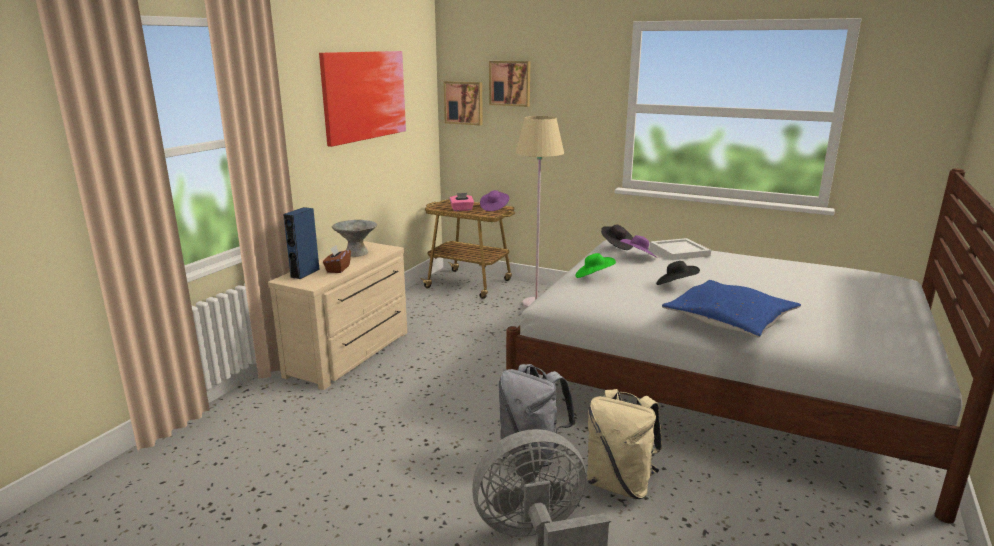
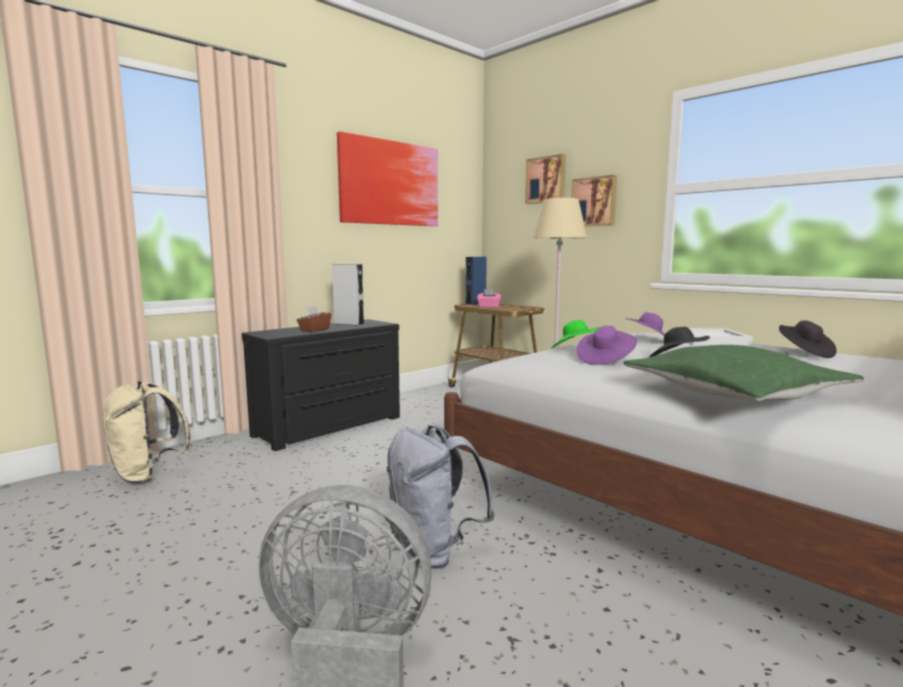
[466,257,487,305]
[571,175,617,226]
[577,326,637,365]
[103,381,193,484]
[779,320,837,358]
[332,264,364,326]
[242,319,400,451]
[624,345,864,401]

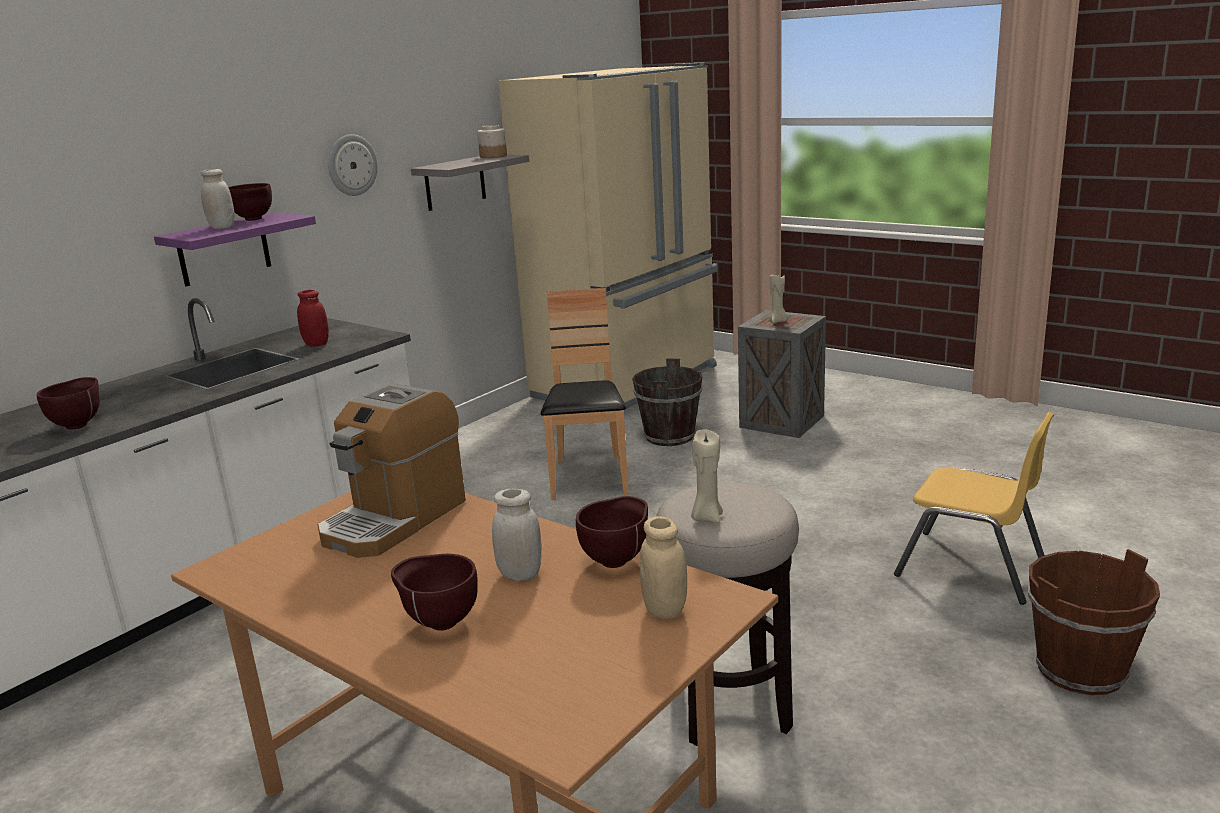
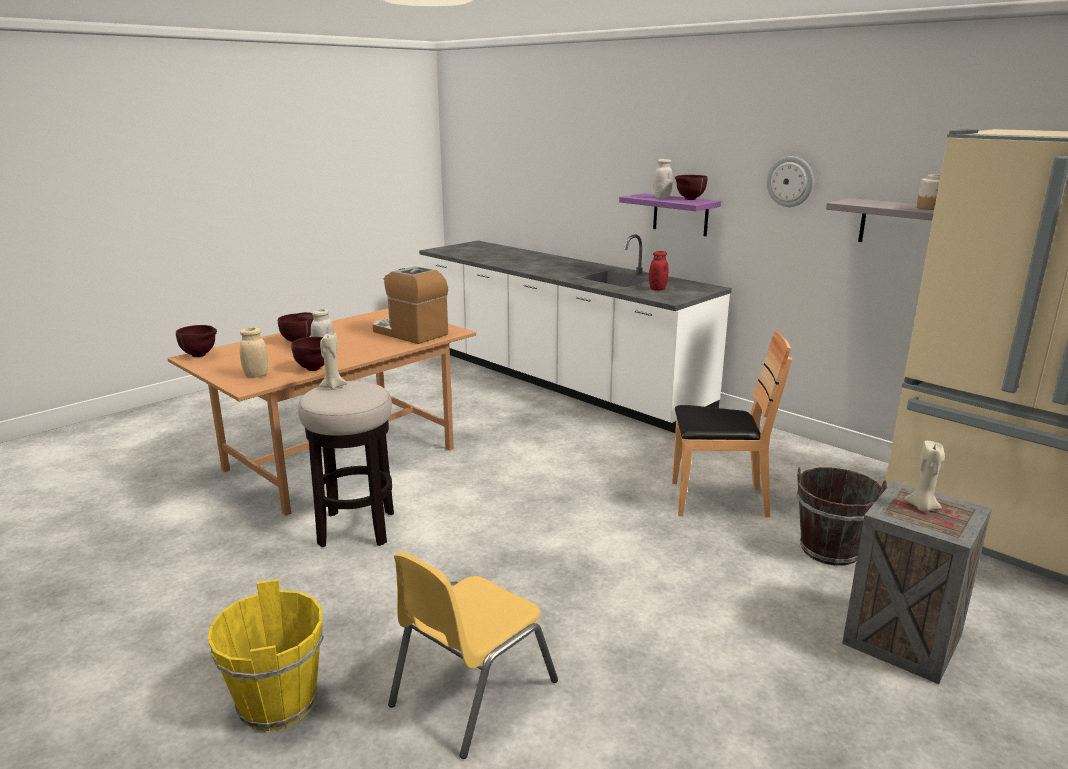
[176,325,217,357]
[207,579,324,731]

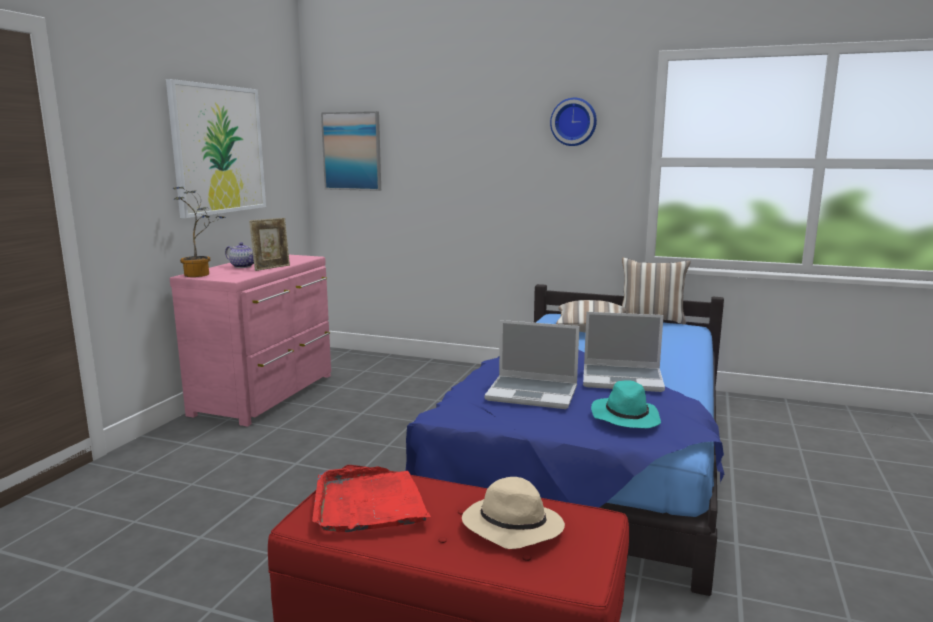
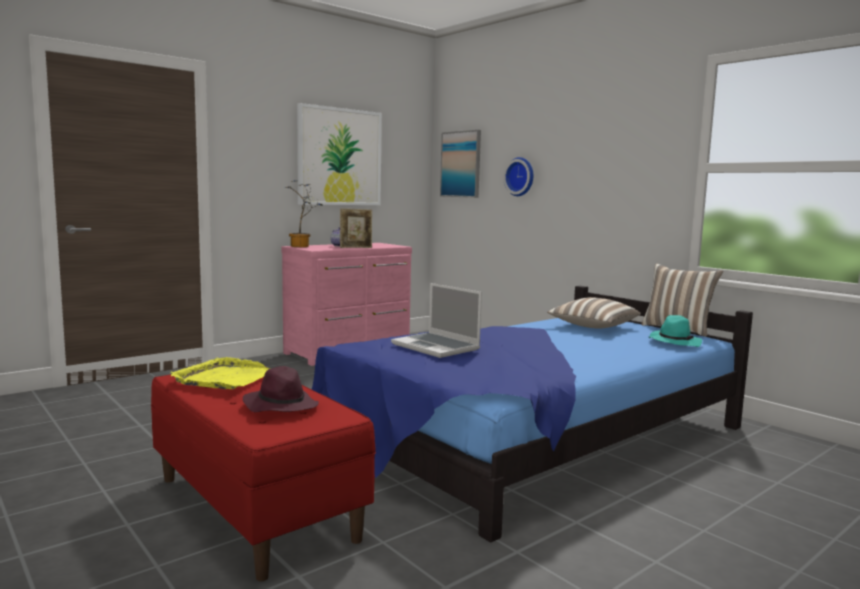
[583,312,665,392] (first image)
[503,157,533,196]
[648,315,702,347]
[171,357,270,389]
[243,366,319,412]

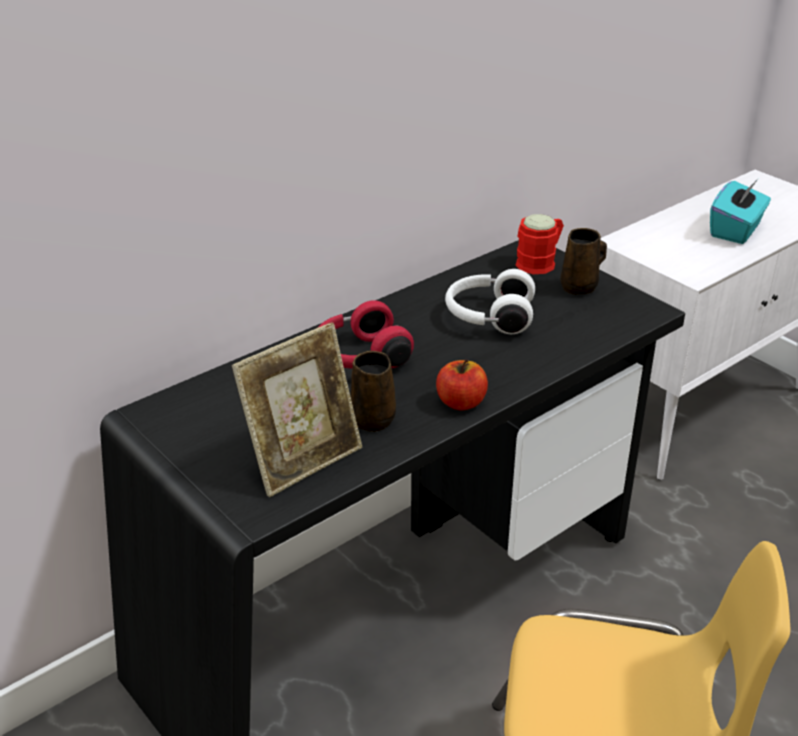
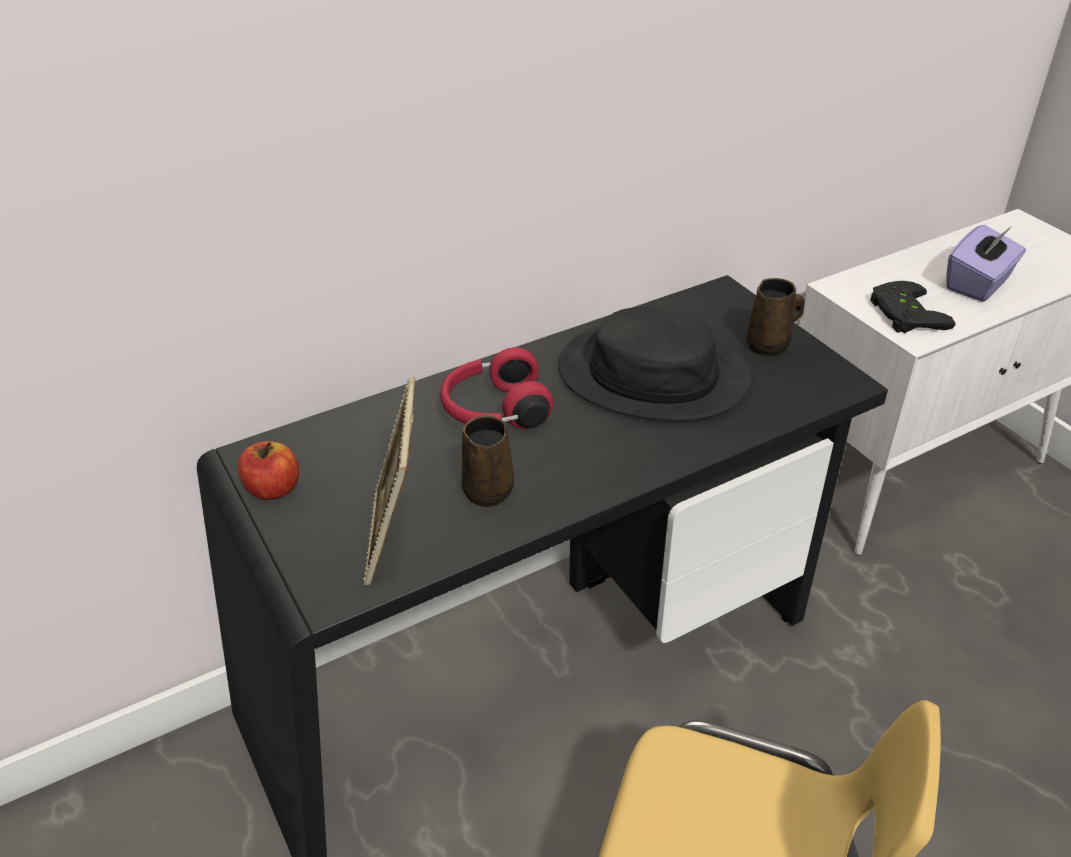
[515,214,564,274] (first image)
[870,281,955,333]
[238,441,299,500]
[558,307,751,421]
[946,225,1026,302]
[363,376,416,585]

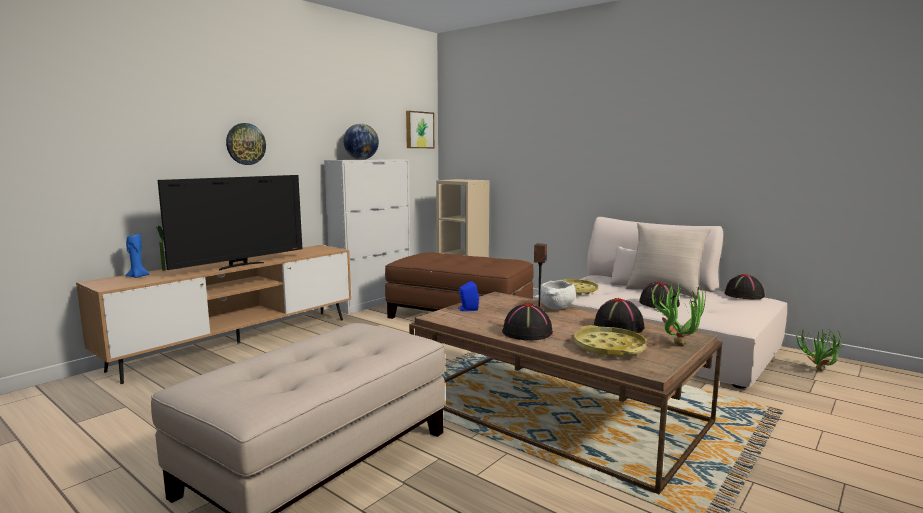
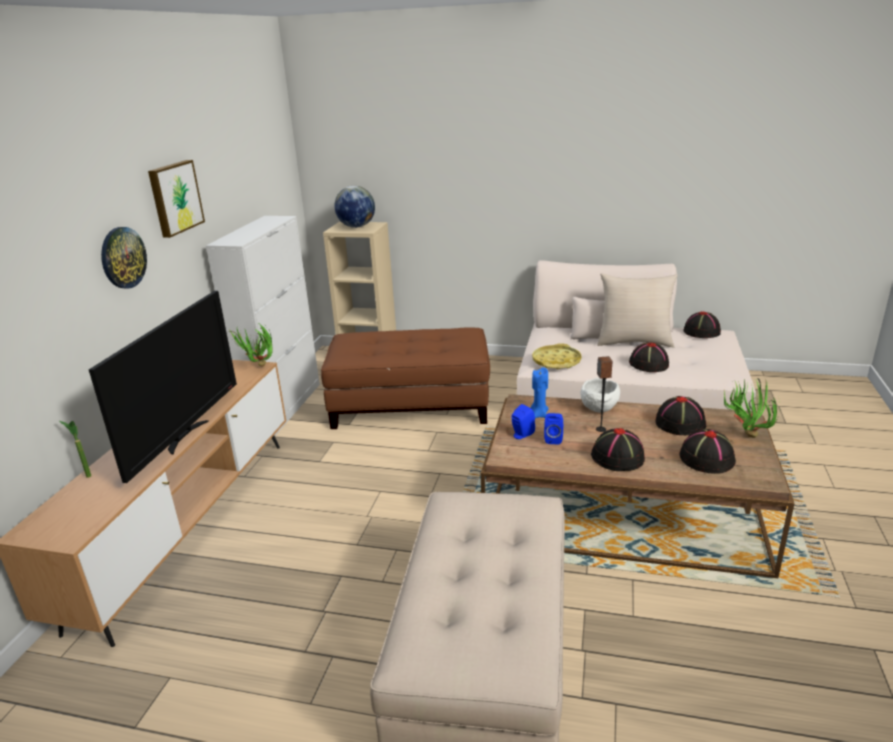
[544,413,563,445]
[530,367,549,418]
[334,186,375,228]
[148,160,205,238]
[228,323,273,366]
[679,429,736,474]

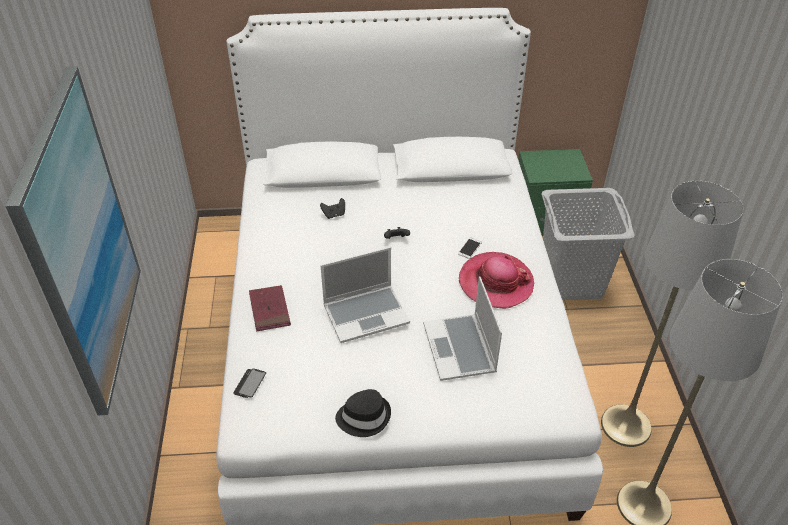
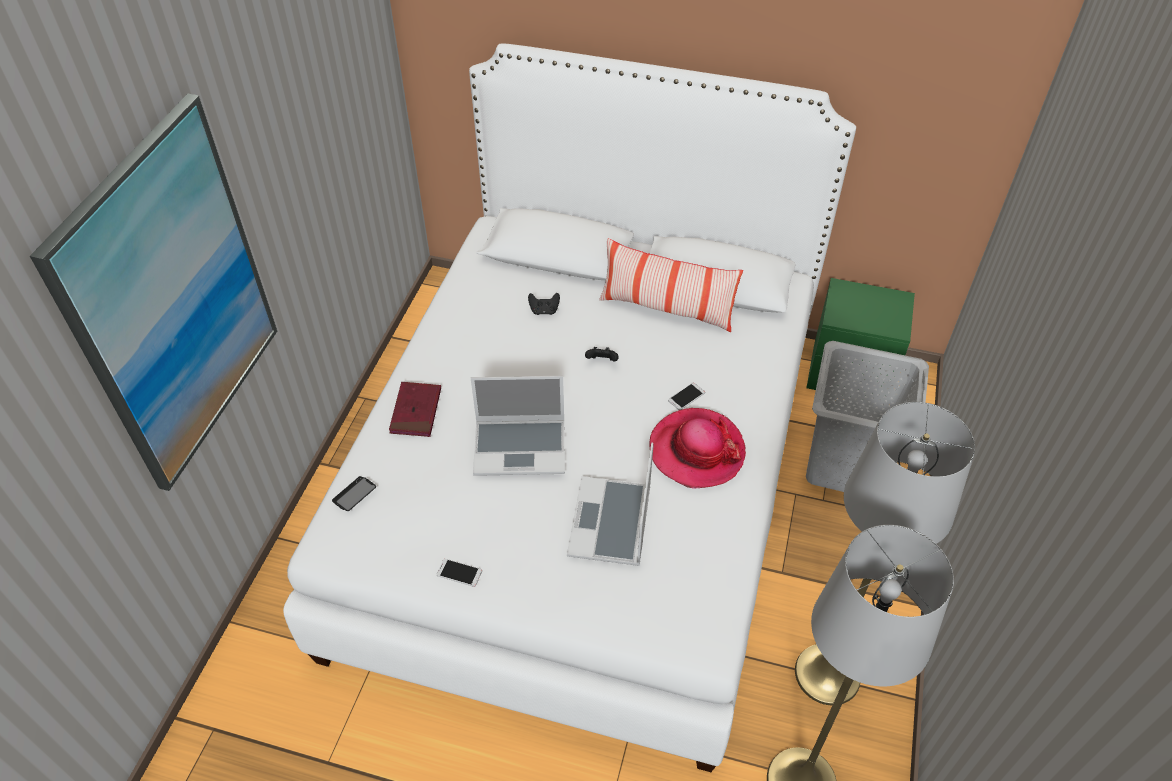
[599,238,743,332]
[437,559,482,587]

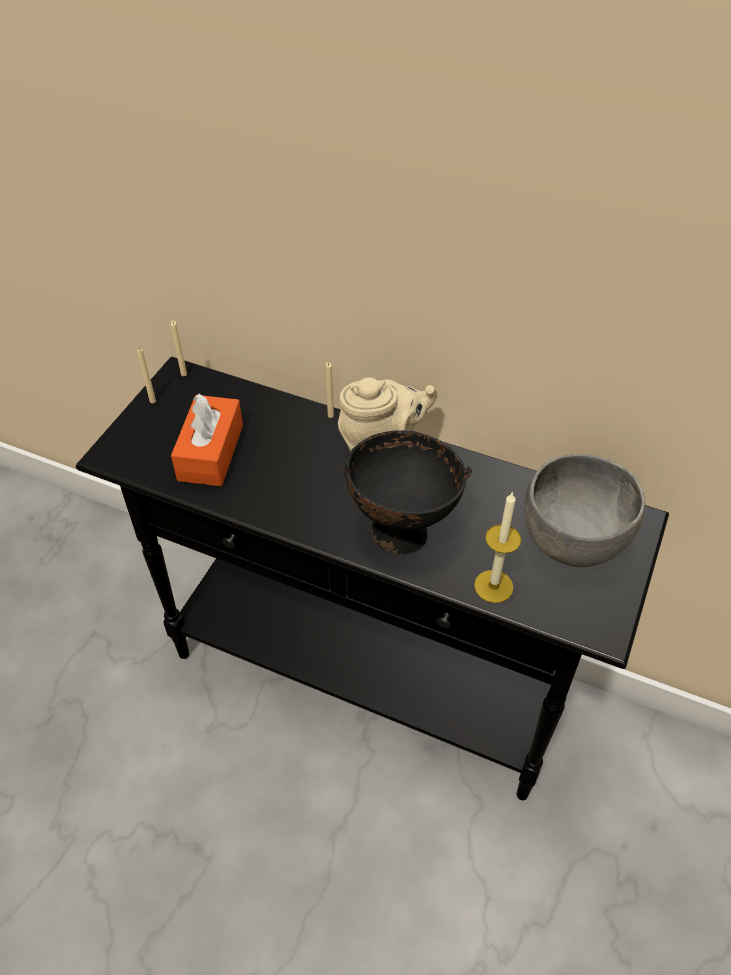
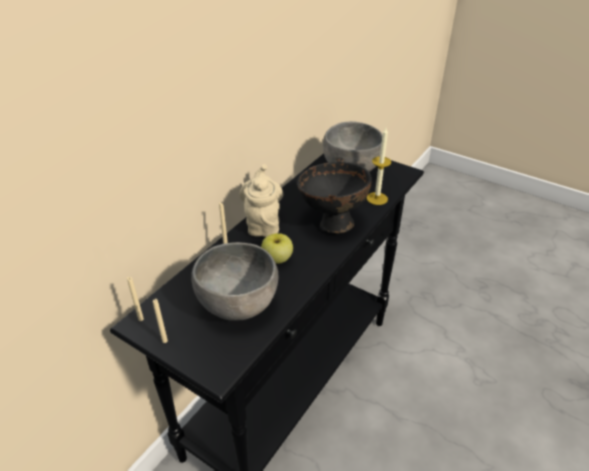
[261,233,293,264]
[191,242,278,321]

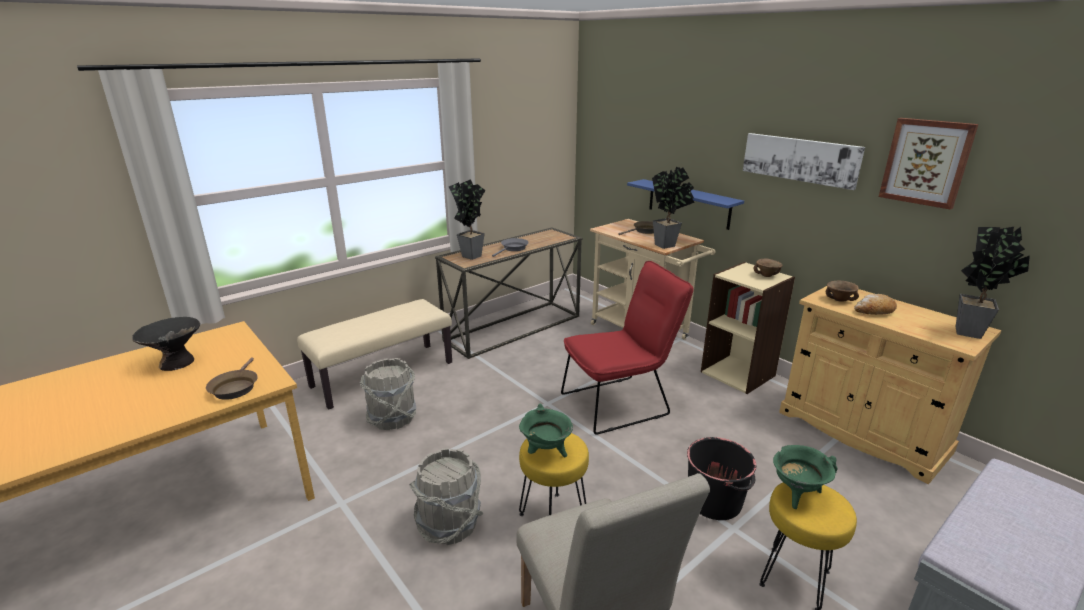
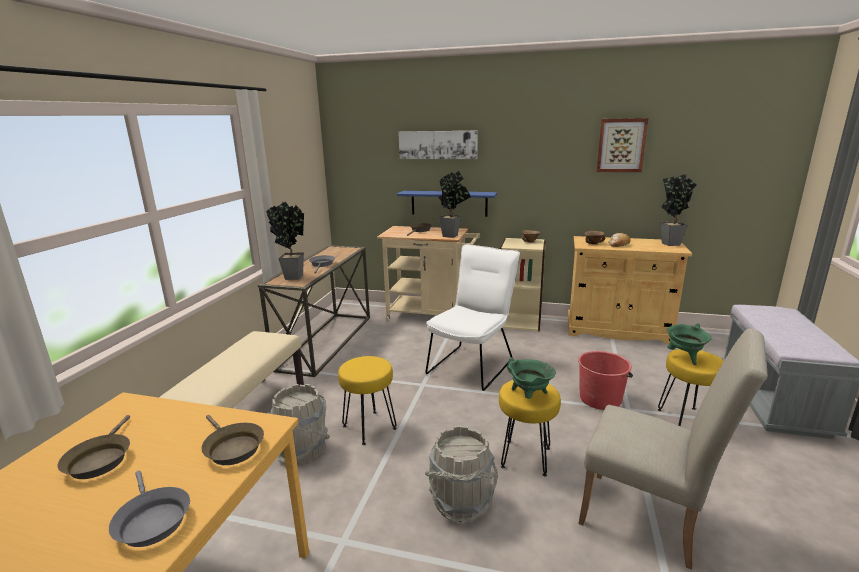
[109,471,190,547]
[338,356,397,445]
[398,131,478,159]
[58,415,130,479]
[425,244,520,391]
[578,351,633,410]

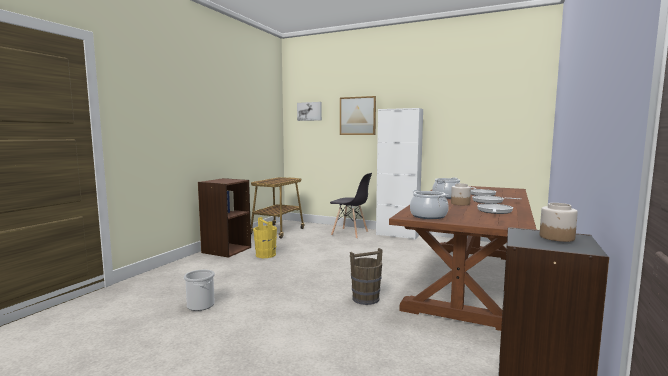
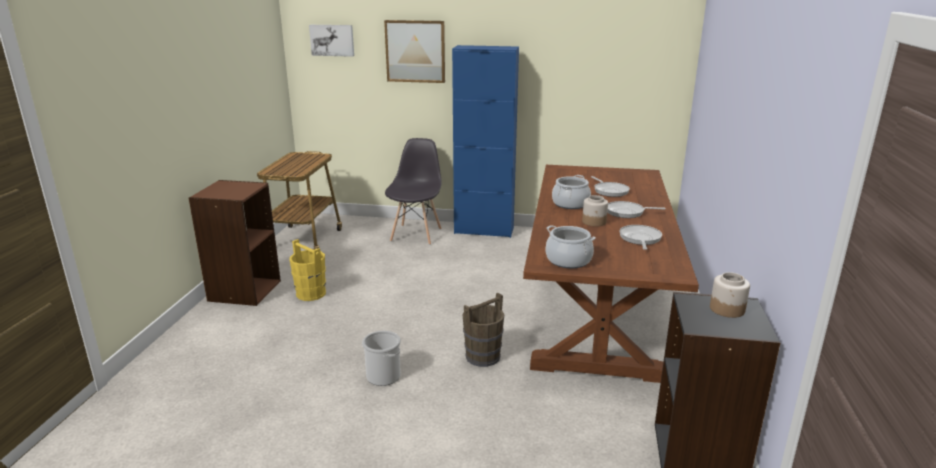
[362,331,401,386]
[452,45,519,238]
[385,138,442,245]

